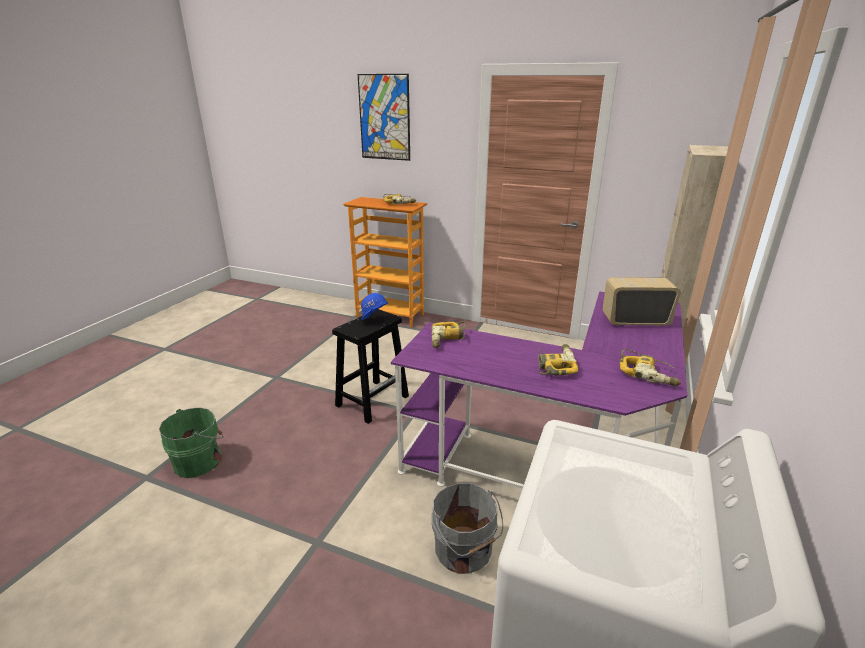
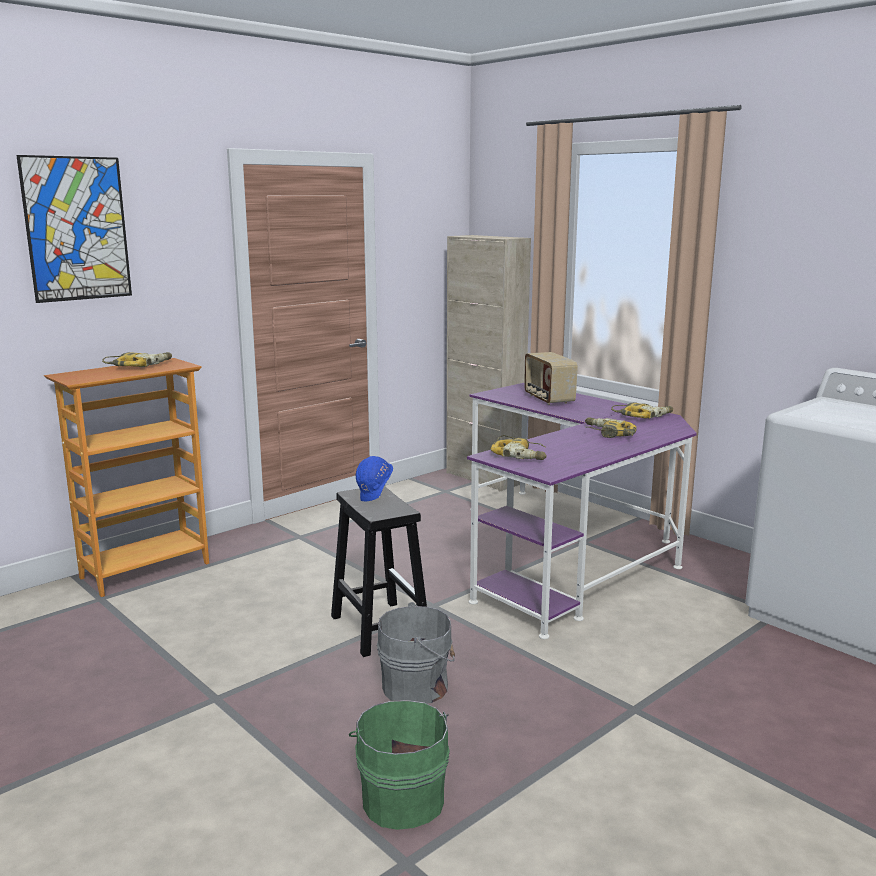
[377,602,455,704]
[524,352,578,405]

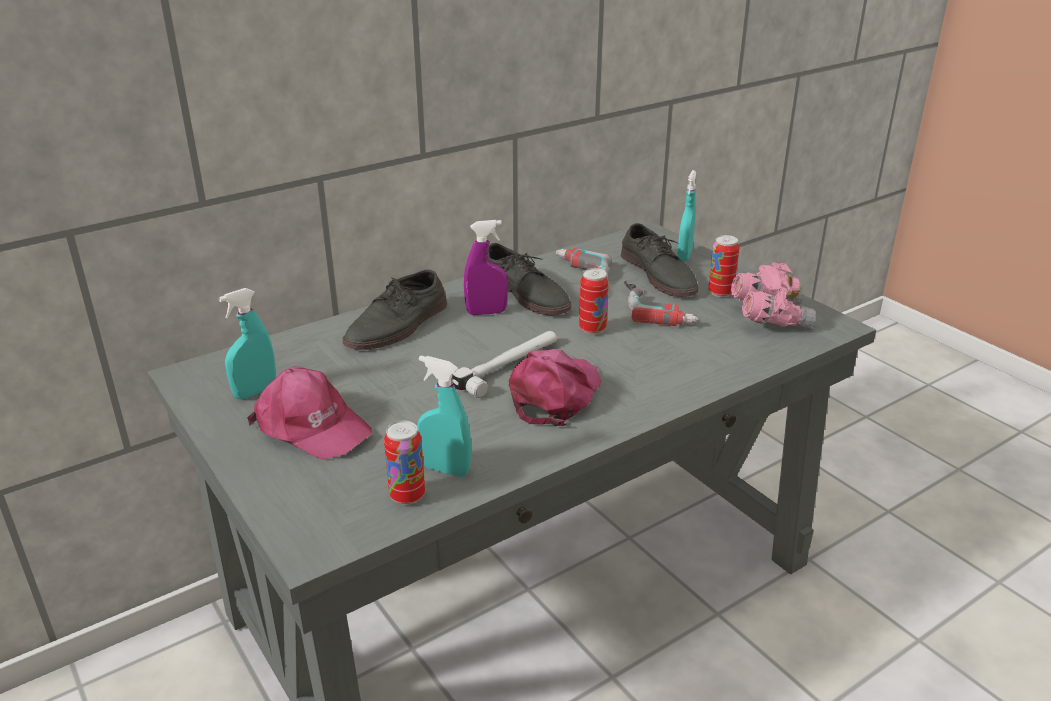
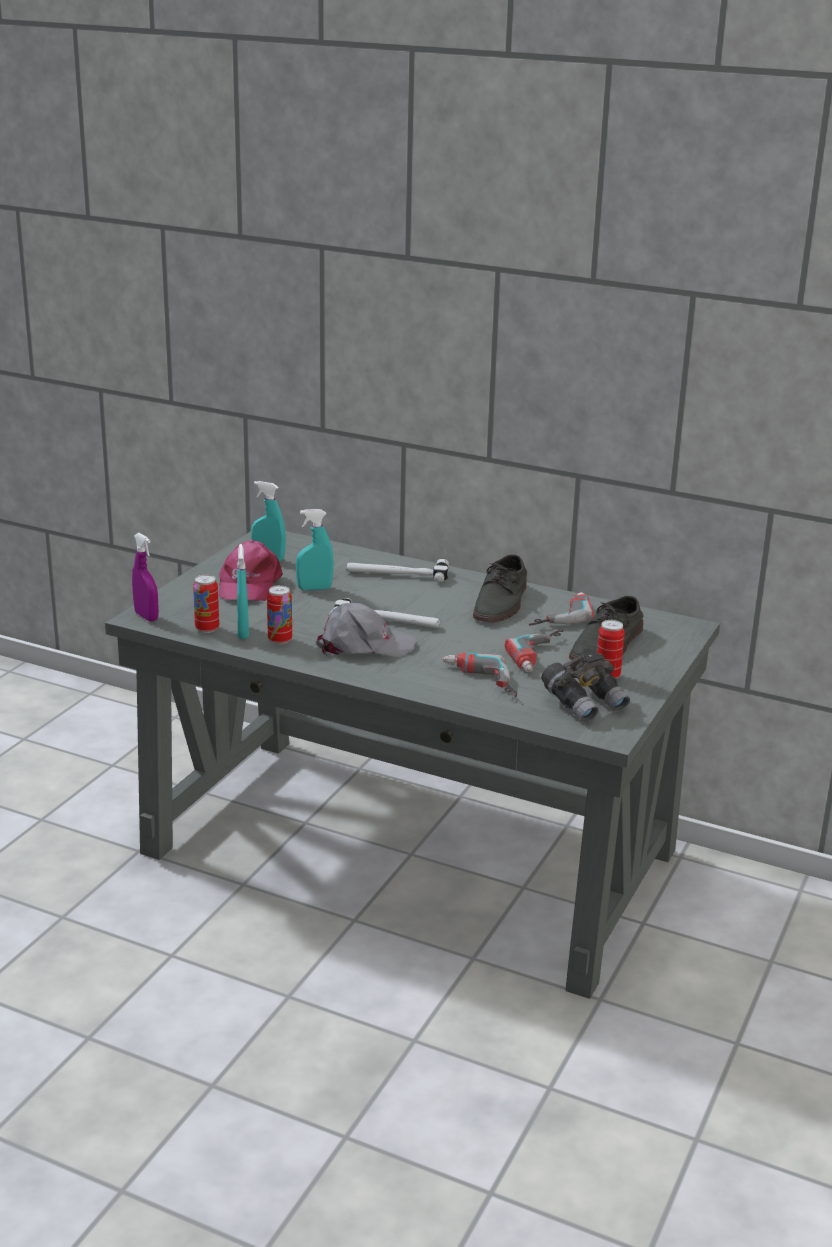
[443,652,517,697]
[132,533,159,622]
[267,585,292,645]
[296,509,334,590]
[346,559,449,582]
[316,603,416,657]
[541,648,630,722]

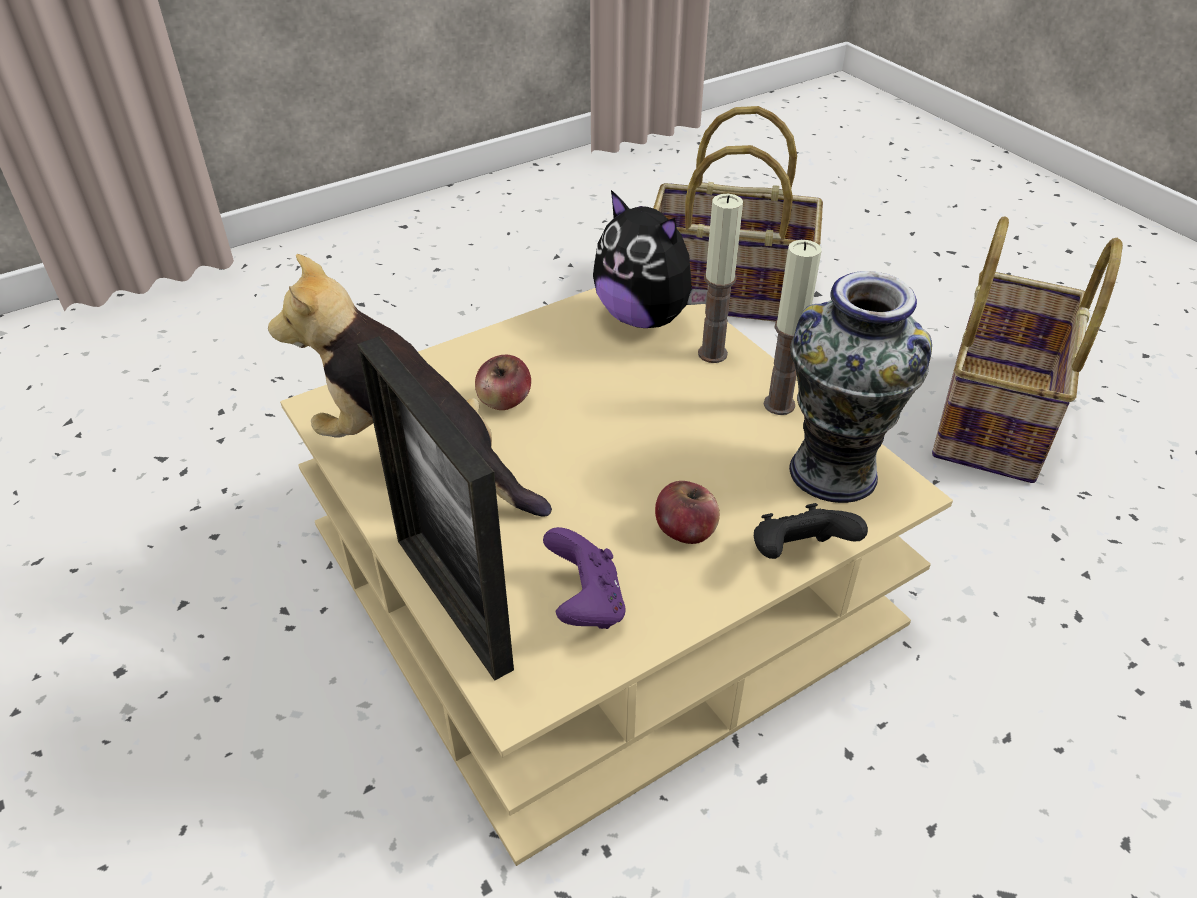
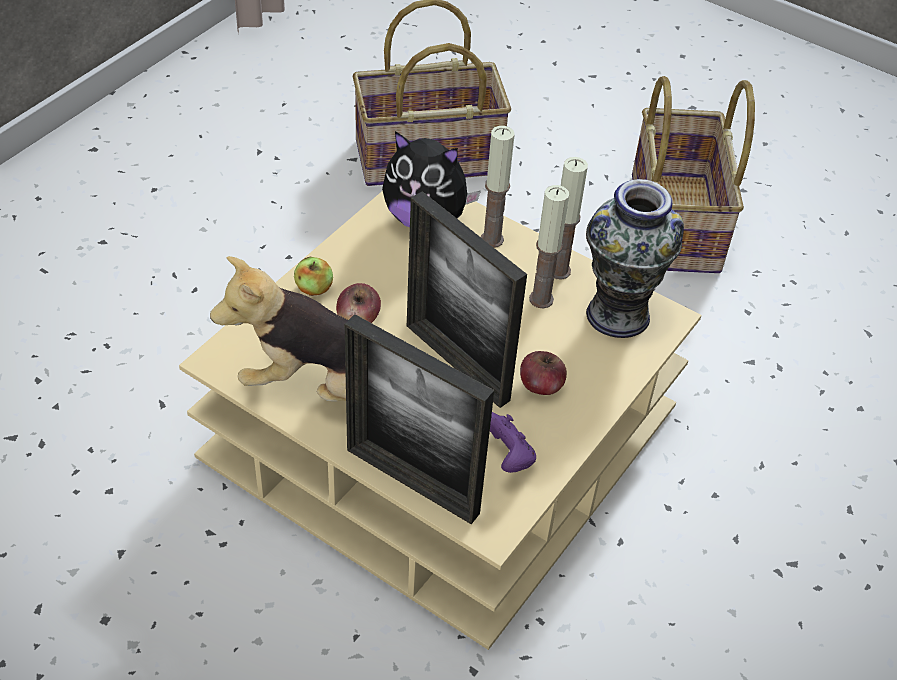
[754,503,868,559] (first image)
[294,257,333,296]
[407,191,527,408]
[529,185,570,309]

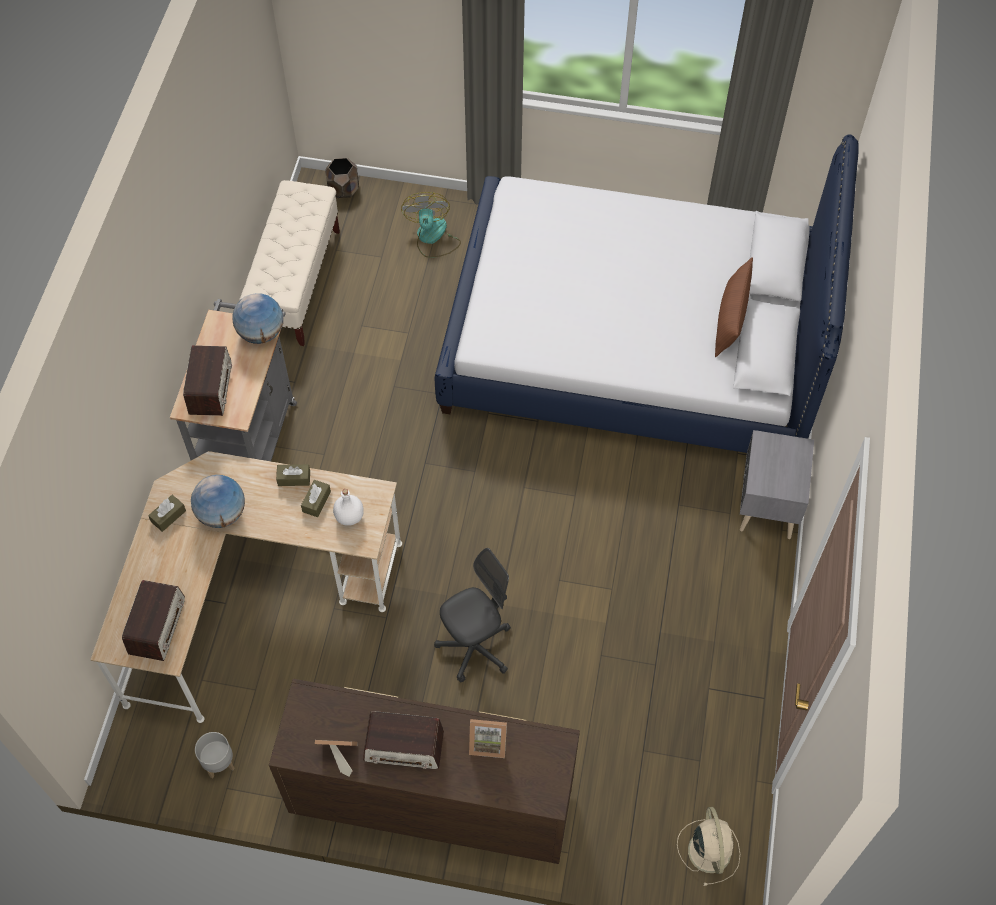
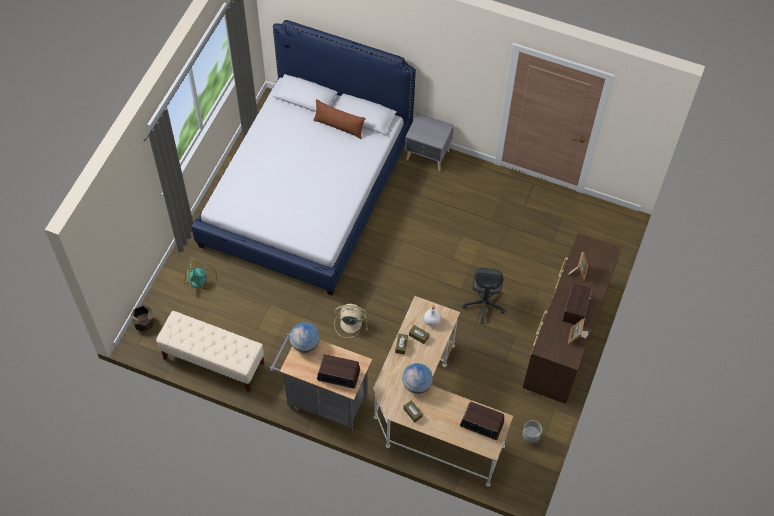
[334,304,367,338]
[462,268,505,324]

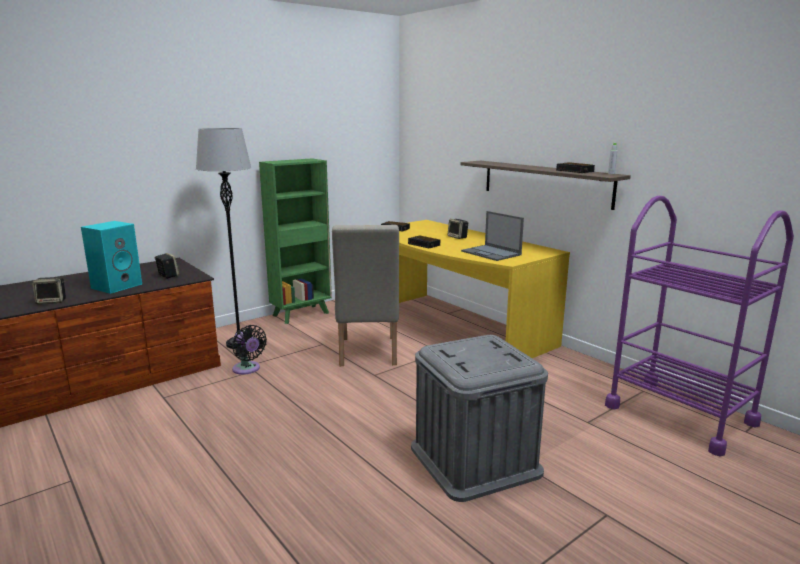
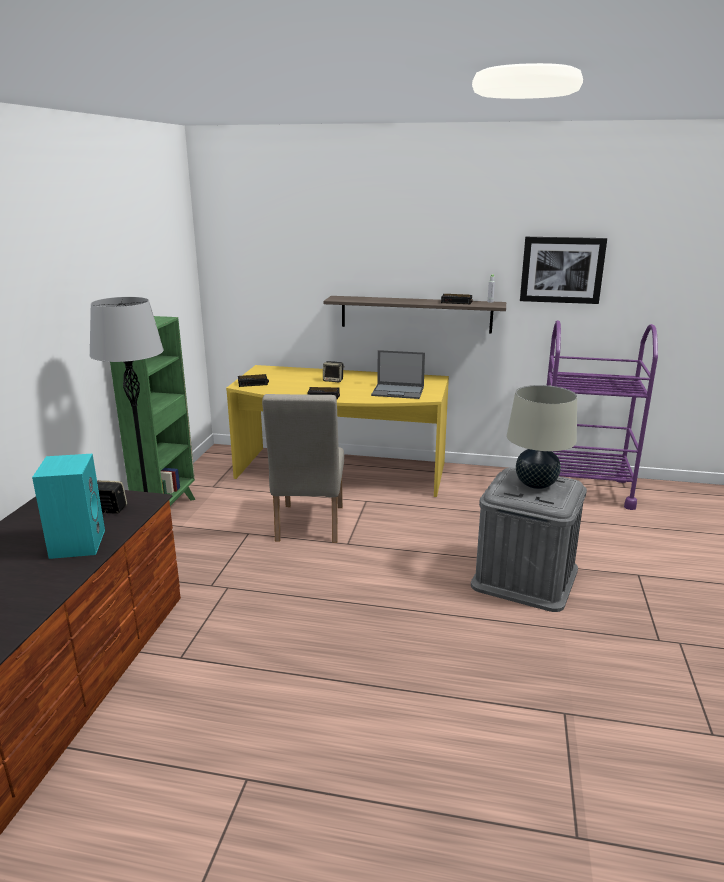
[32,277,66,304] (first image)
[232,325,267,375] (first image)
[507,385,577,489]
[520,237,607,304]
[262,394,344,543]

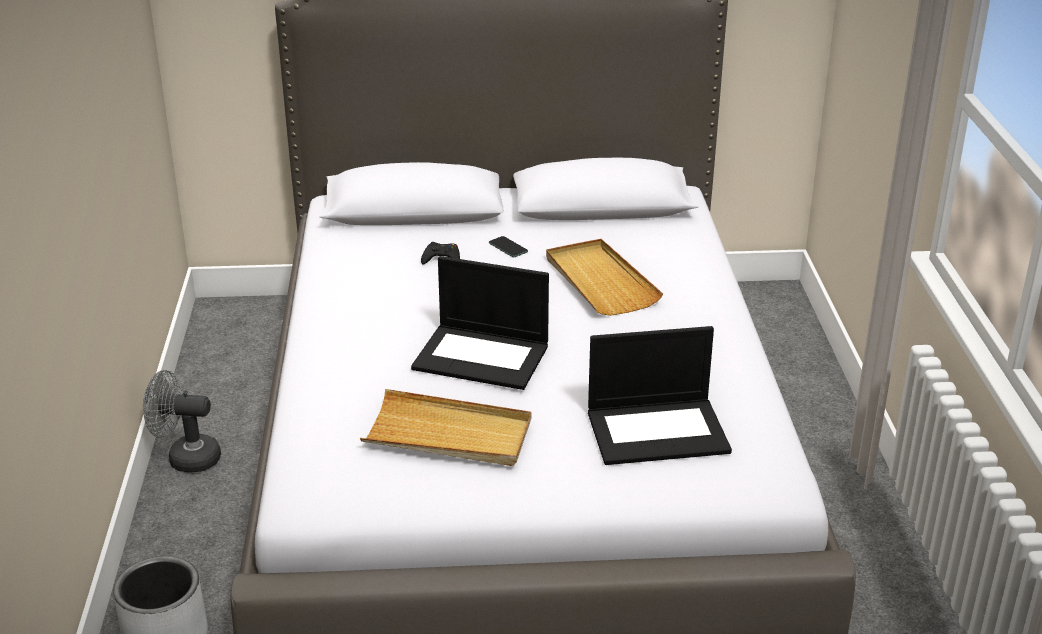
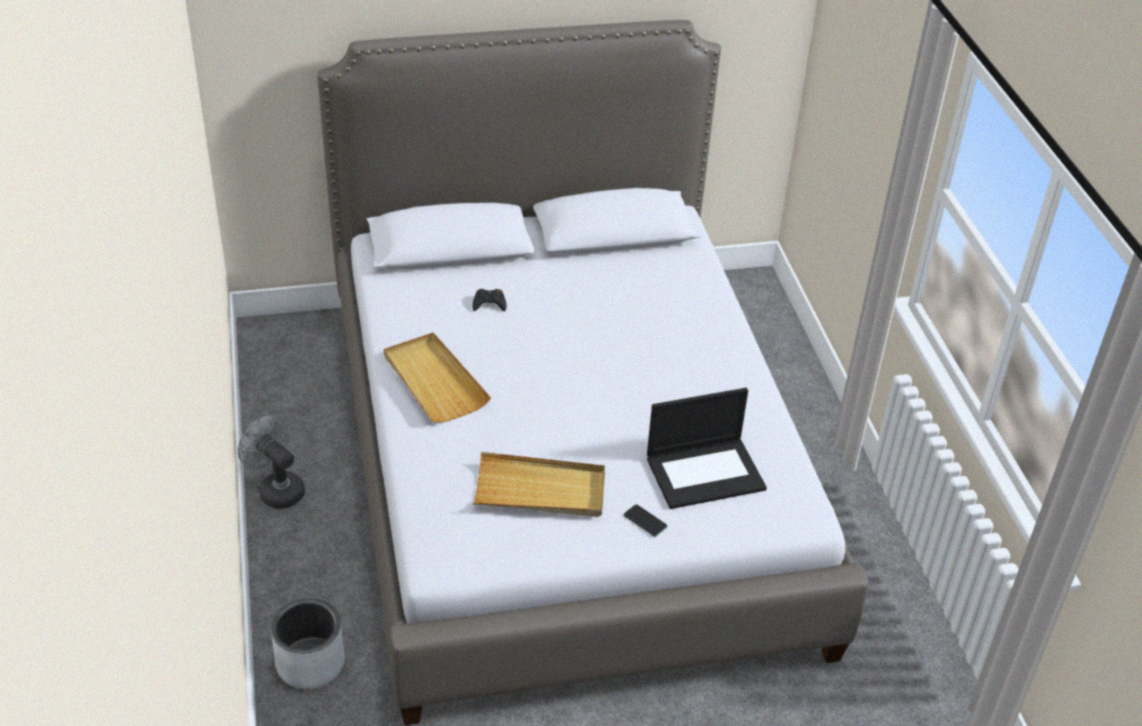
[411,256,549,390] (first image)
[624,505,667,537]
[383,333,491,423]
[238,416,305,509]

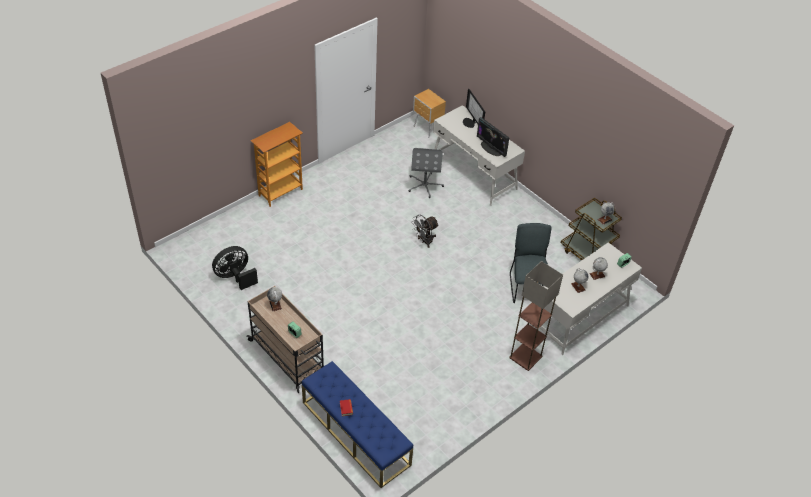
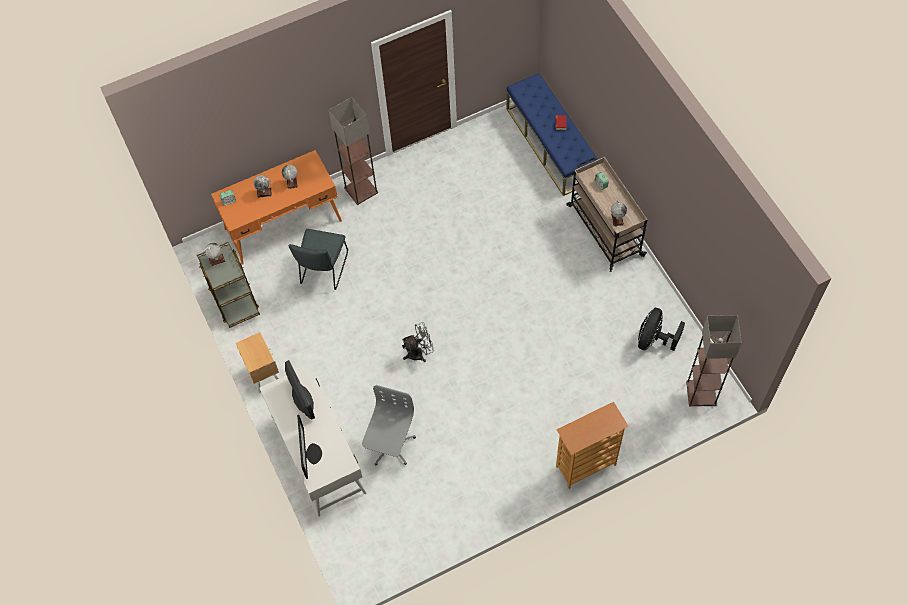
[686,315,742,406]
[236,332,279,393]
[211,150,342,265]
[638,308,685,351]

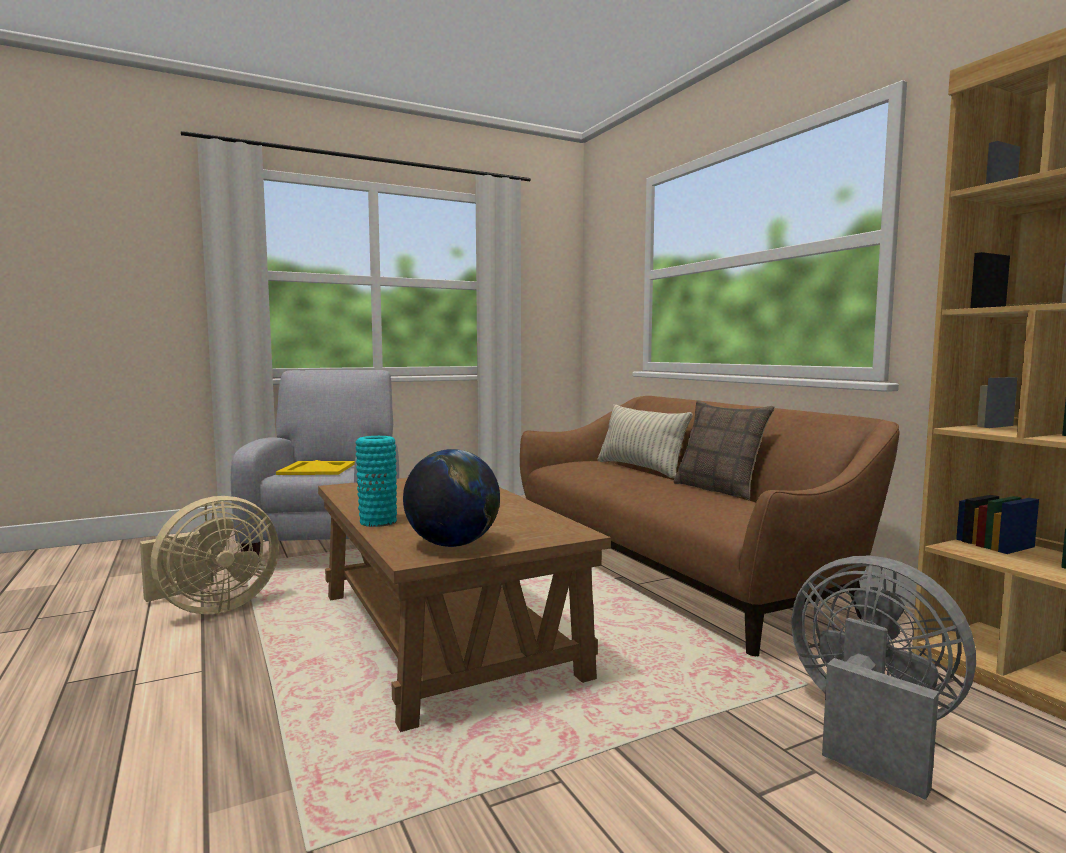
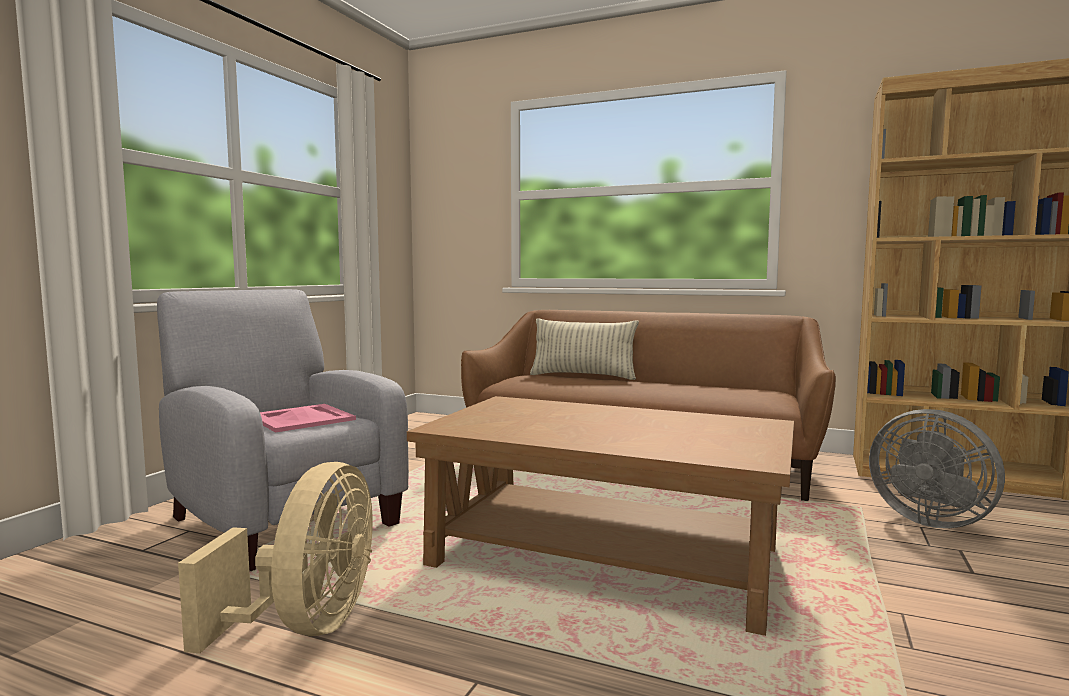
[355,436,397,527] (first image)
[403,449,500,547] (first image)
[673,400,775,500] (first image)
[260,404,356,433]
[869,409,1005,528]

